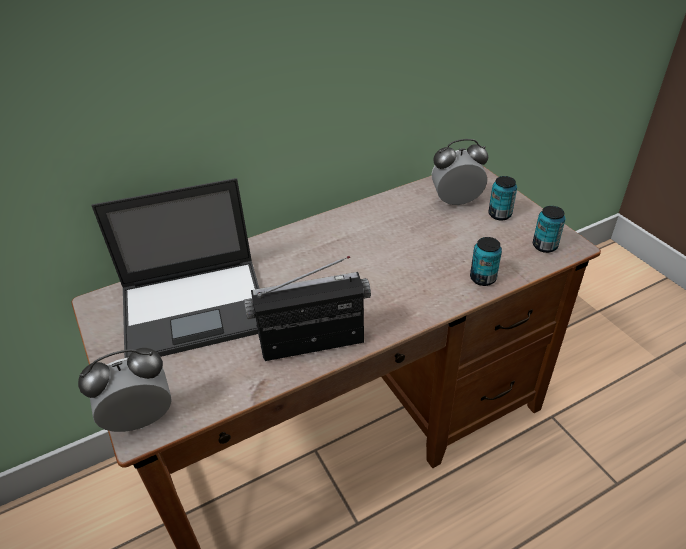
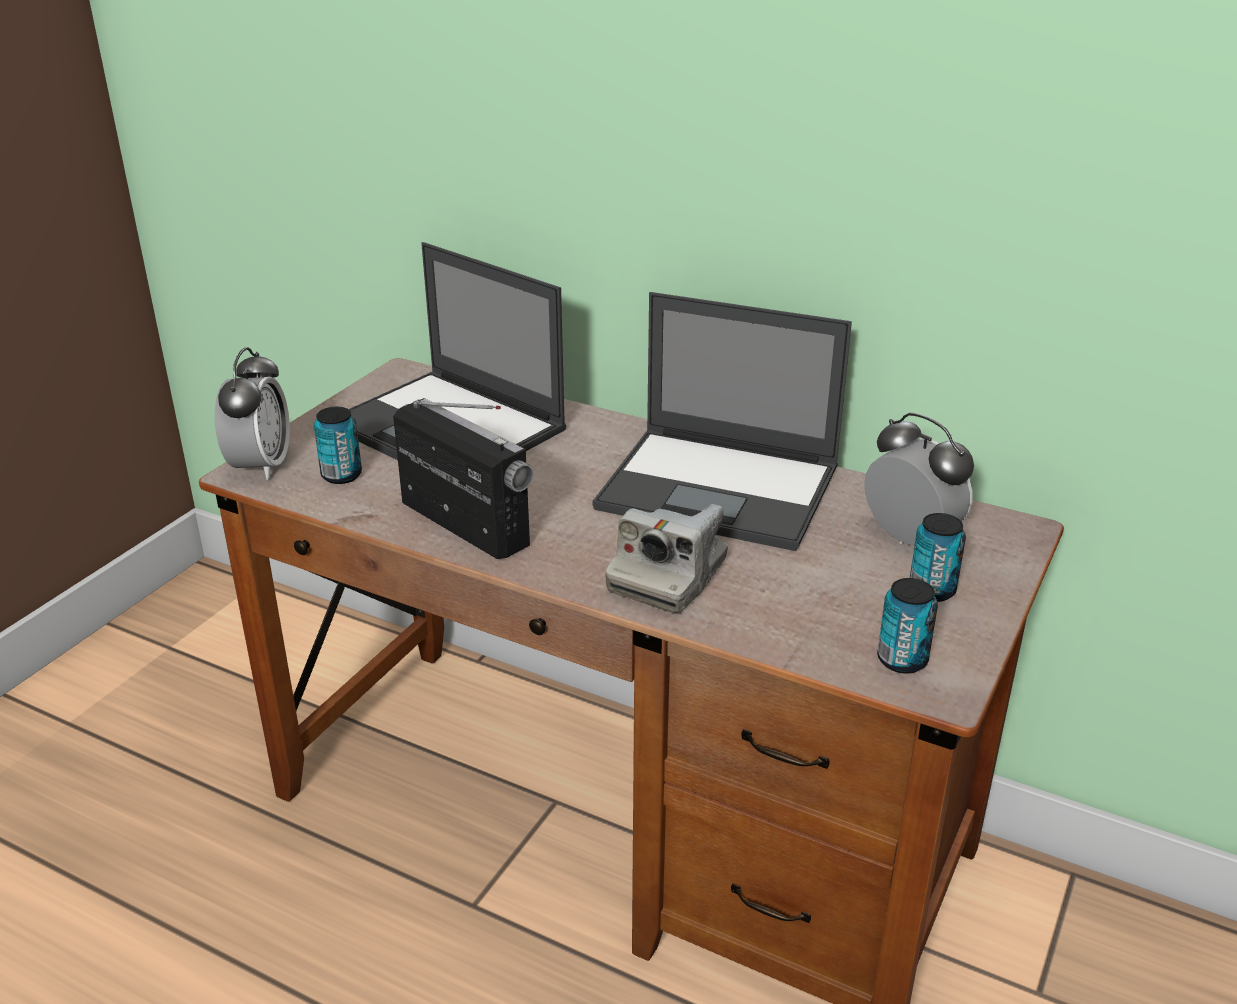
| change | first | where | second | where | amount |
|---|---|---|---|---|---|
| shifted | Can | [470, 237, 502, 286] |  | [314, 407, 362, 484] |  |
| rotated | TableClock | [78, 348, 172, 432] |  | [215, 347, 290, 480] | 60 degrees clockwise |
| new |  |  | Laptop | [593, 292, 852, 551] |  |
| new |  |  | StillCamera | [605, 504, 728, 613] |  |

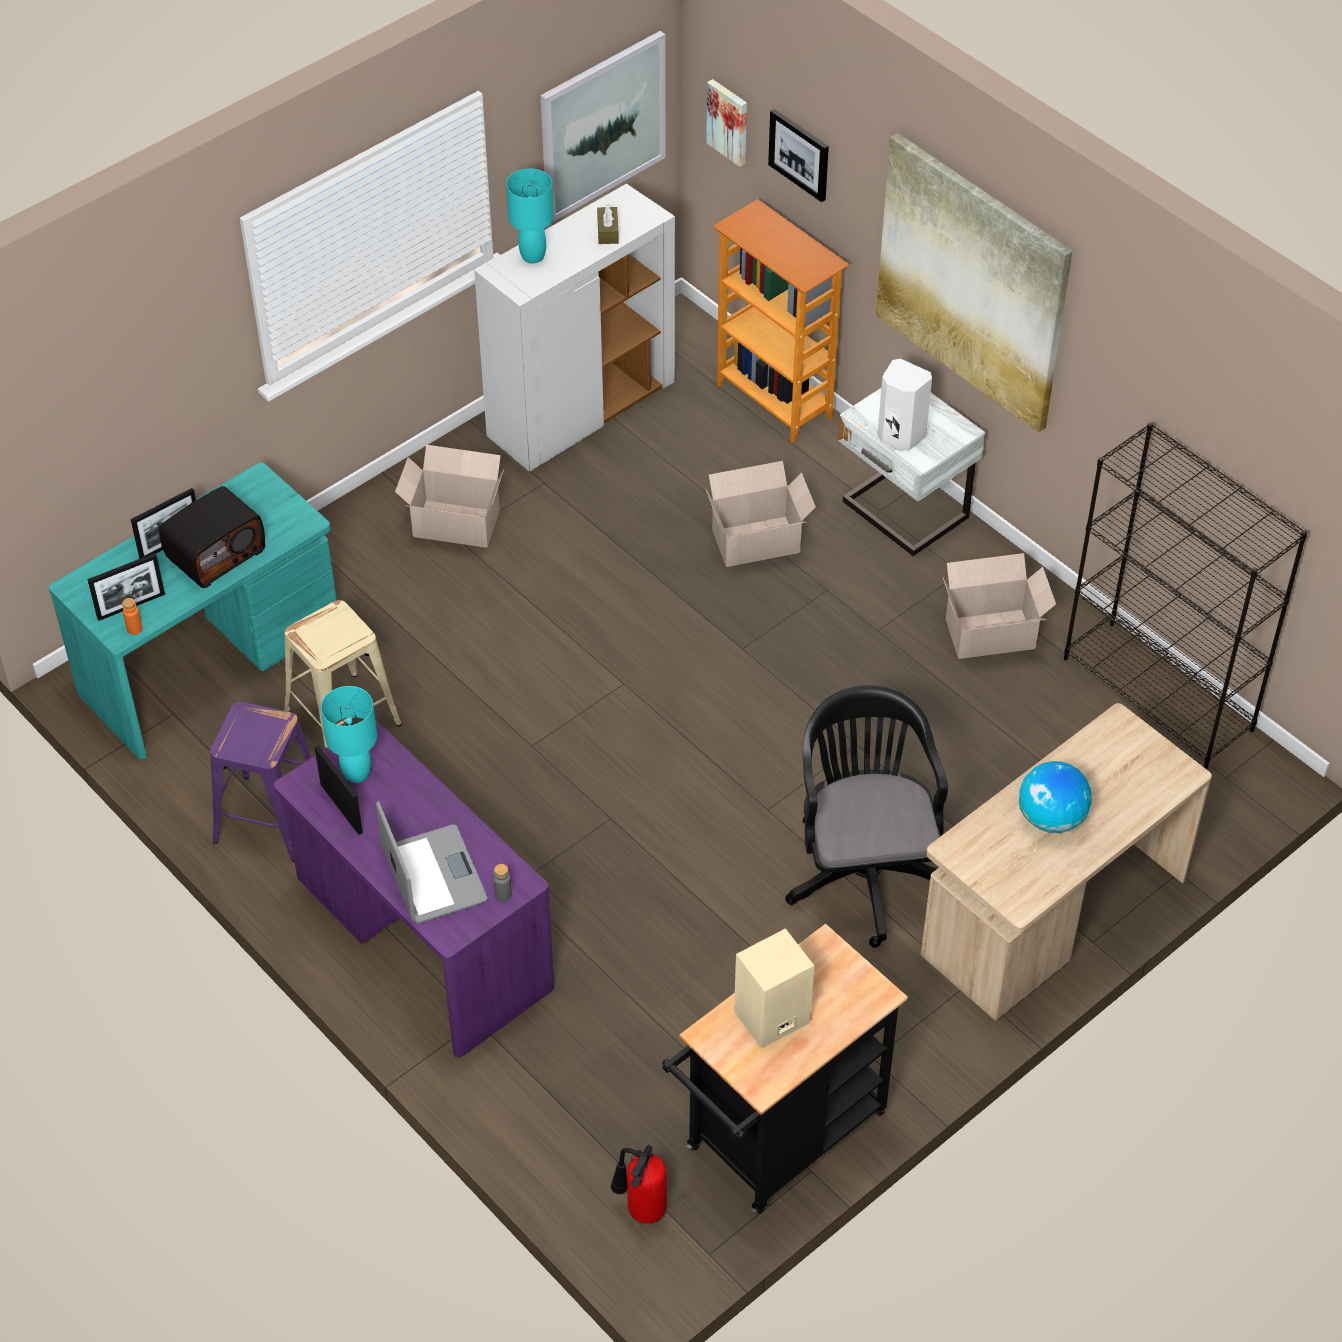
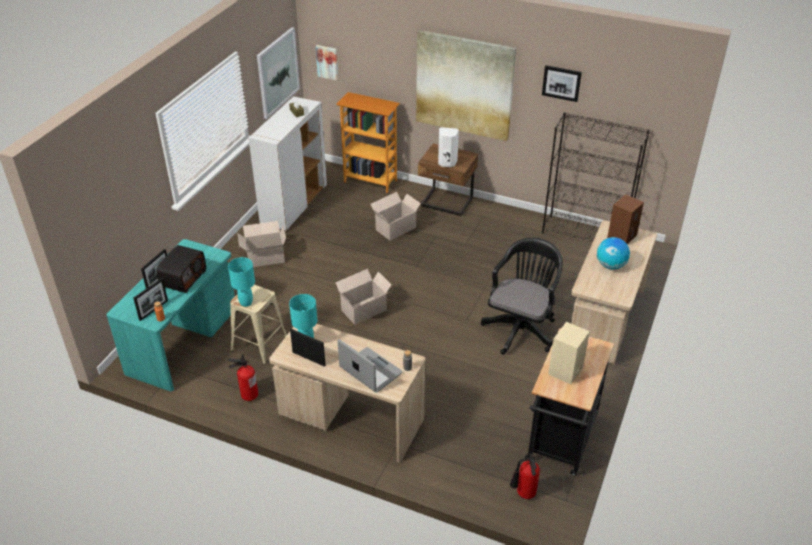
| change | first | where | second | where | amount |
|---|---|---|---|---|---|
| shifted | WallPicture | [768, 109, 829, 202] |  | [542, 65, 582, 102] |  |
| shifted | BlueGreenTabletopLamp | [506, 169, 554, 263] |  | [228, 257, 255, 307] |  |
| repainted | WhiteColouredNightstand | [838, 388, 985, 556] | BrownColouredNightstand | [418, 143, 478, 216] |  |
| shifted | Carton | [943, 553, 1056, 659] |  | [335, 269, 392, 325] |  |
| rotated | BlackishDeskChair | [785, 685, 948, 948] |  | [481, 238, 563, 355] | 60 degrees clockwise |
| swapped | PurpleStoolSeat | [210, 702, 311, 862] | FireExtinguisher | [228, 355, 258, 401] |  |
| repainted | PurpleDesk | [273, 720, 554, 1058] | BeigeDesk | [269, 324, 425, 462] |  |
| new |  |  | BrownColouredSpeaker | [607, 194, 644, 244] |  |

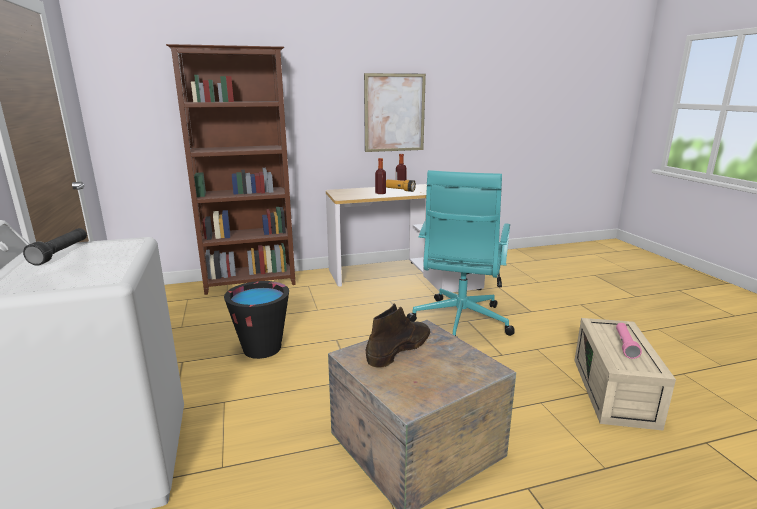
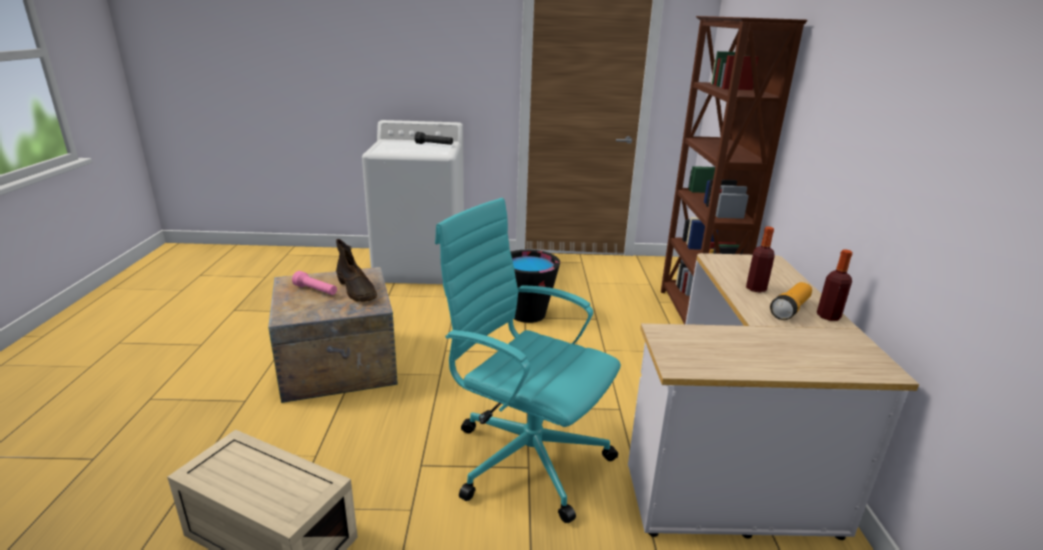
| change | first | where | second | where | amount |
|---|---|---|---|---|---|
| gone | WallPicture | [364, 73, 426, 152] |  |  |  |
| shifted | PinkFlashlight | [616, 323, 642, 359] |  | [292, 271, 337, 295] |  |

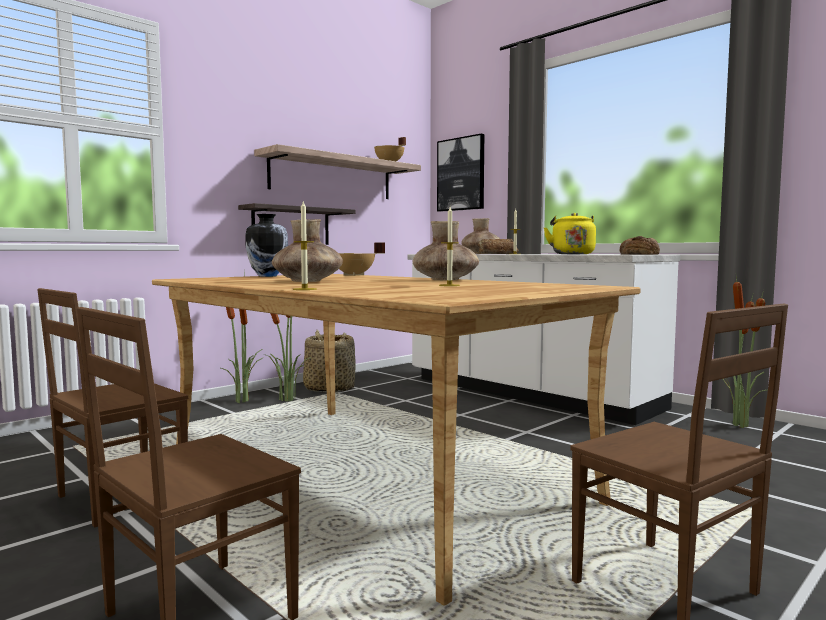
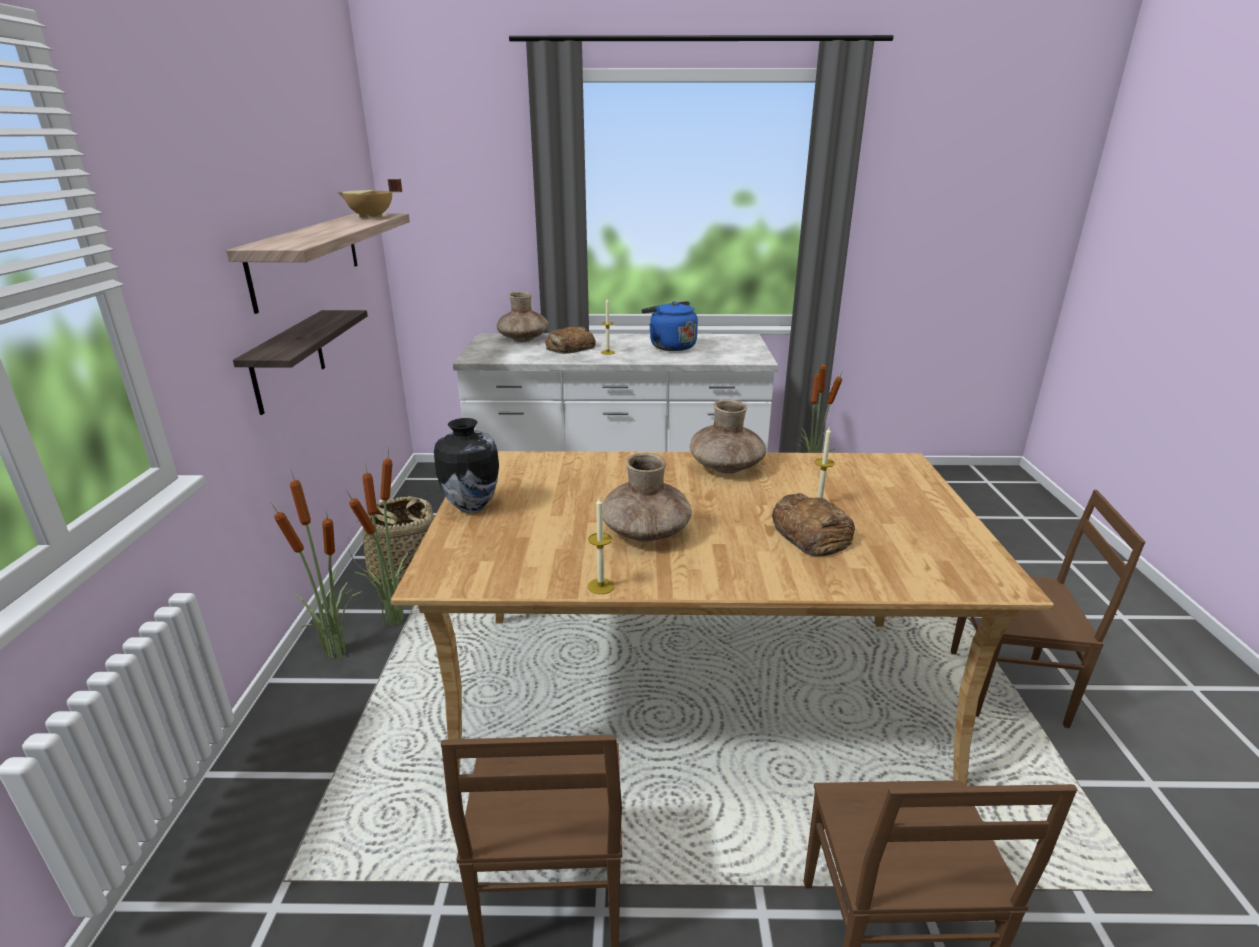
| change | first | where | second | where | amount |
|---|---|---|---|---|---|
| gone | WallPicture | [437, 134, 484, 212] |  |  |  |
| shifted | WaxLight | [293, 202, 316, 290] |  | [588, 497, 615, 594] |  |
| repainted | YellowishTeaKettle | [544, 213, 596, 254] | BlueColouredTeaKettle | [641, 301, 698, 351] |  |
| shifted | BakedBread | [619, 236, 660, 255] |  | [772, 493, 855, 557] |  |
| gone | BeigeSaucepot | [339, 242, 385, 276] |  |  |  |

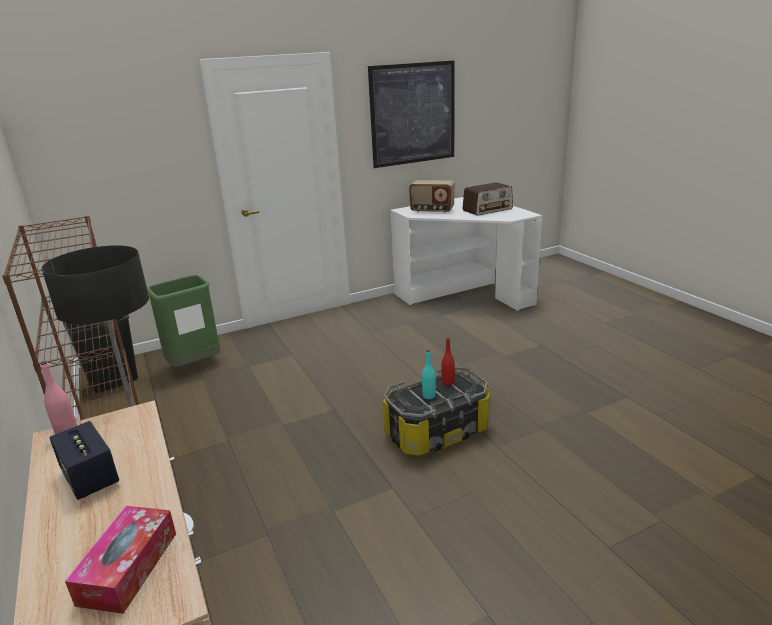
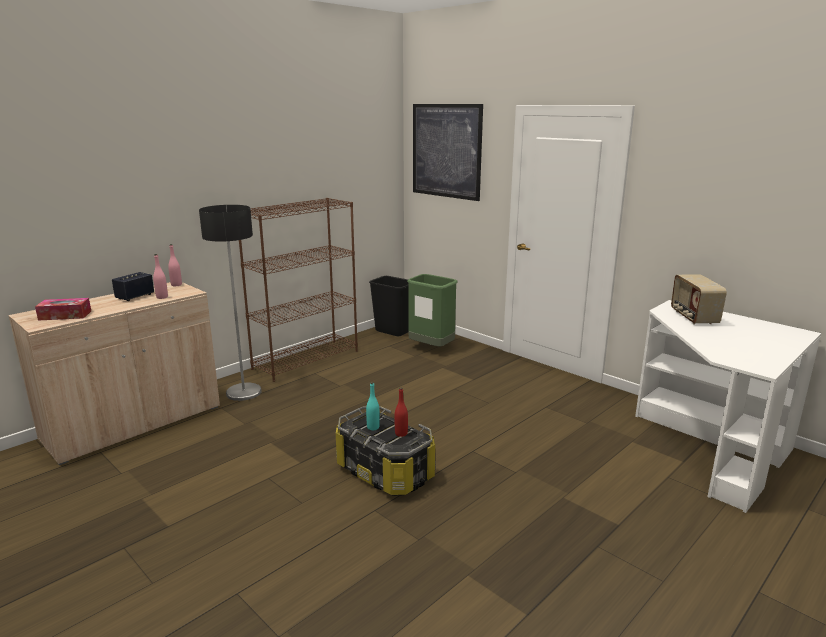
| change | first | where | second | where | amount |
|---|---|---|---|---|---|
| shifted | WallPicture | [368, 60, 454, 168] |  | [413, 104, 483, 201] |  |
| gone | RadioReceiver | [462, 182, 513, 216] |  |  |  |
| new |  |  | PinkBottle | [153, 254, 168, 299] |  |

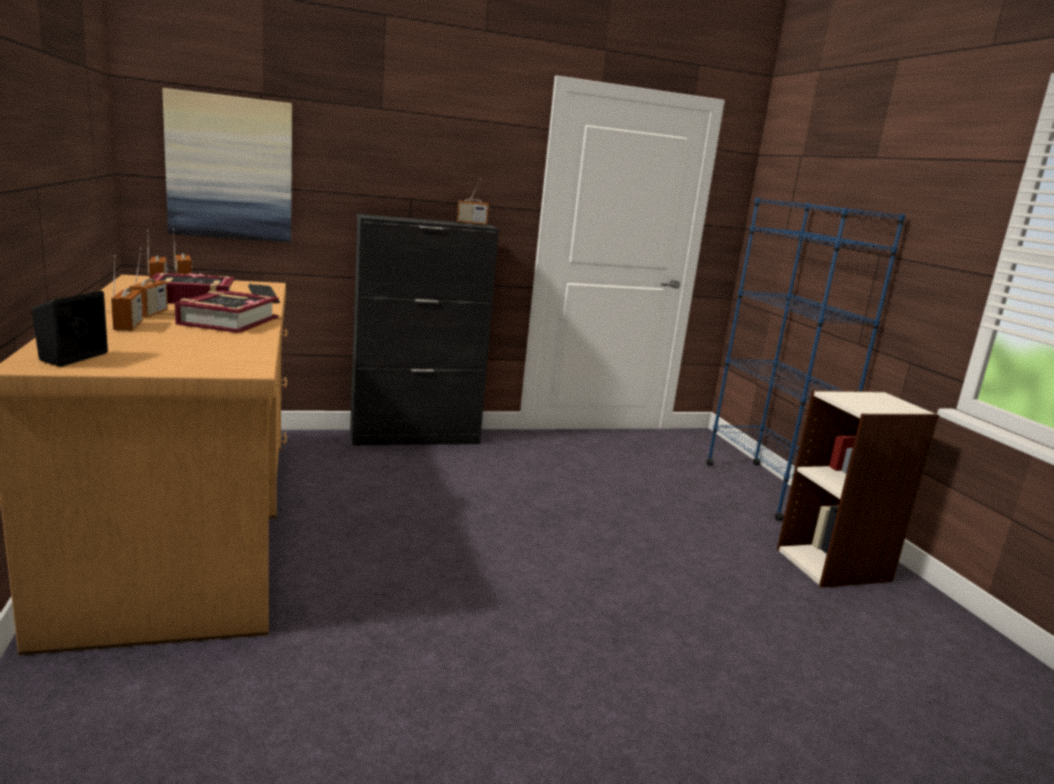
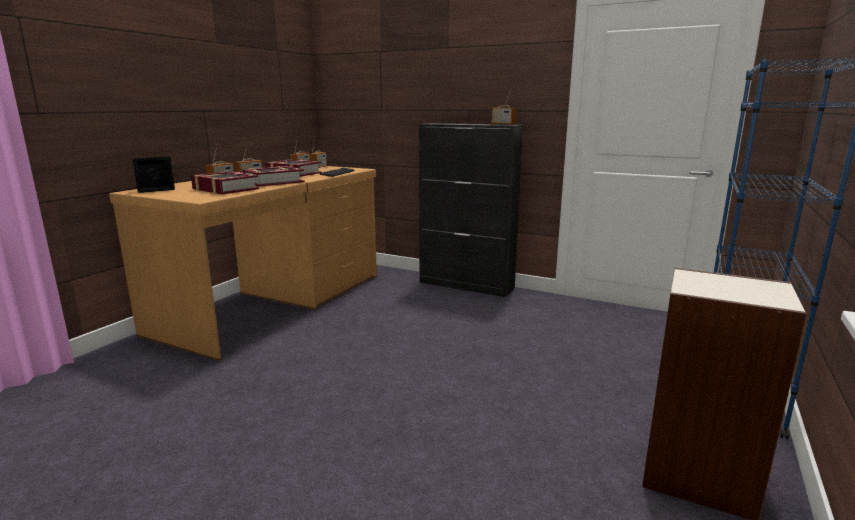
| change | first | where | second | where | amount |
|---|---|---|---|---|---|
| gone | WallPicture | [162, 88, 292, 242] |  |  |  |
| new |  |  | Book | [191, 171, 259, 195] |  |

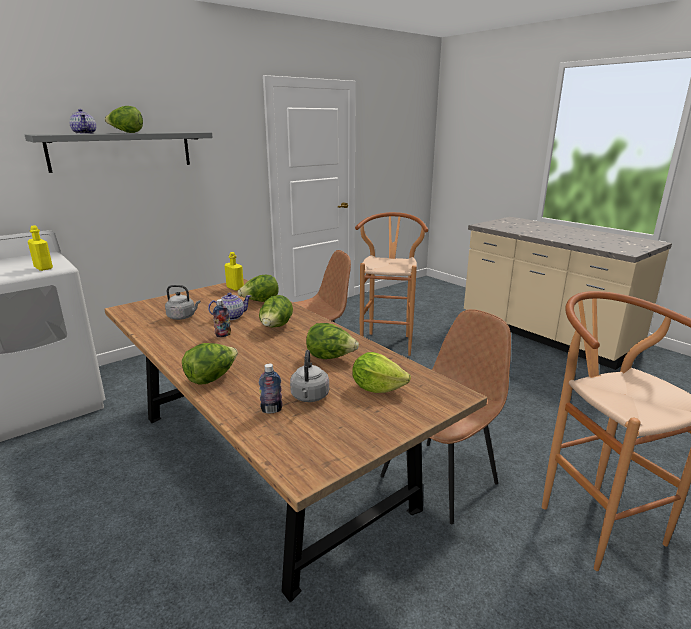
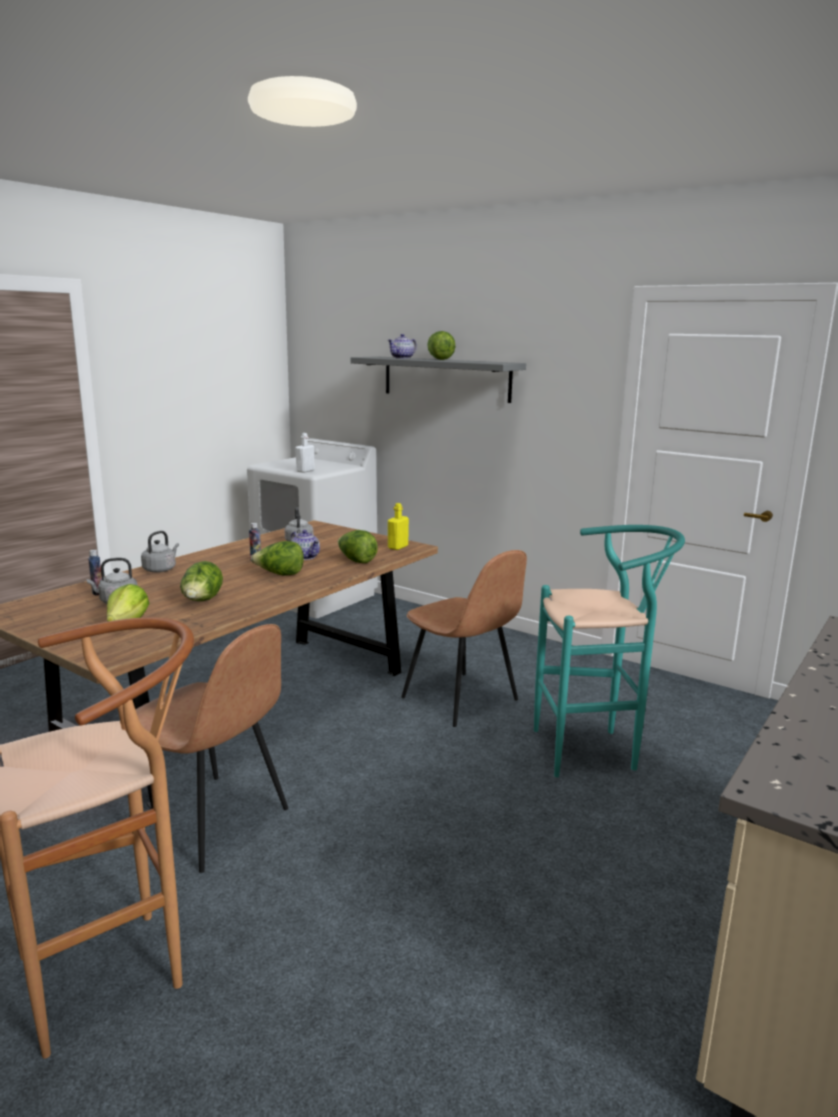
| change | first | where | second | where | amount |
|---|---|---|---|---|---|
| repainted | BrownColouredStoolSeat | [355, 212, 428, 356] | BlueGreenStoolSeat | [534, 525, 685, 777] |  |
| repainted | YellowishBottle | [28, 225, 53, 271] | WhiteColouredBottle | [295, 433, 315, 473] |  |
| swapped | Lettuce | [182, 343, 238, 385] | GrayTeaKettle | [141, 531, 179, 573] |  |

